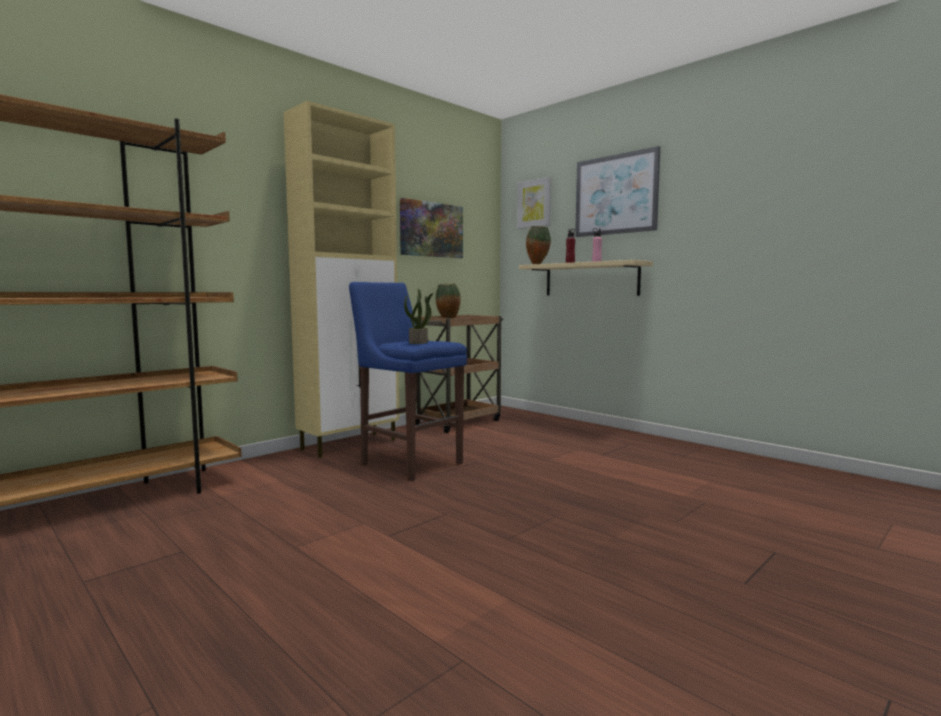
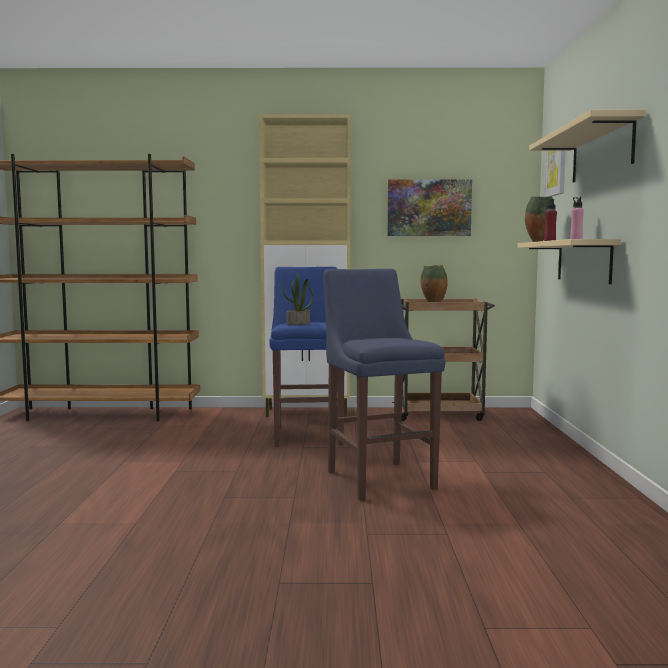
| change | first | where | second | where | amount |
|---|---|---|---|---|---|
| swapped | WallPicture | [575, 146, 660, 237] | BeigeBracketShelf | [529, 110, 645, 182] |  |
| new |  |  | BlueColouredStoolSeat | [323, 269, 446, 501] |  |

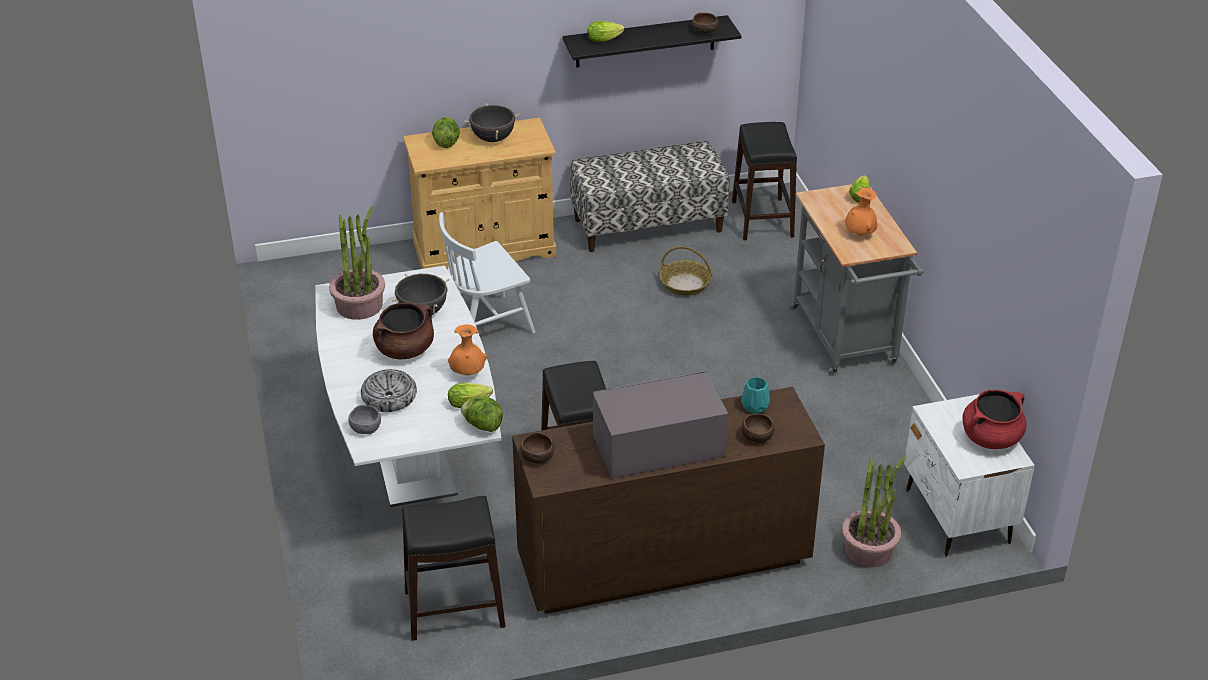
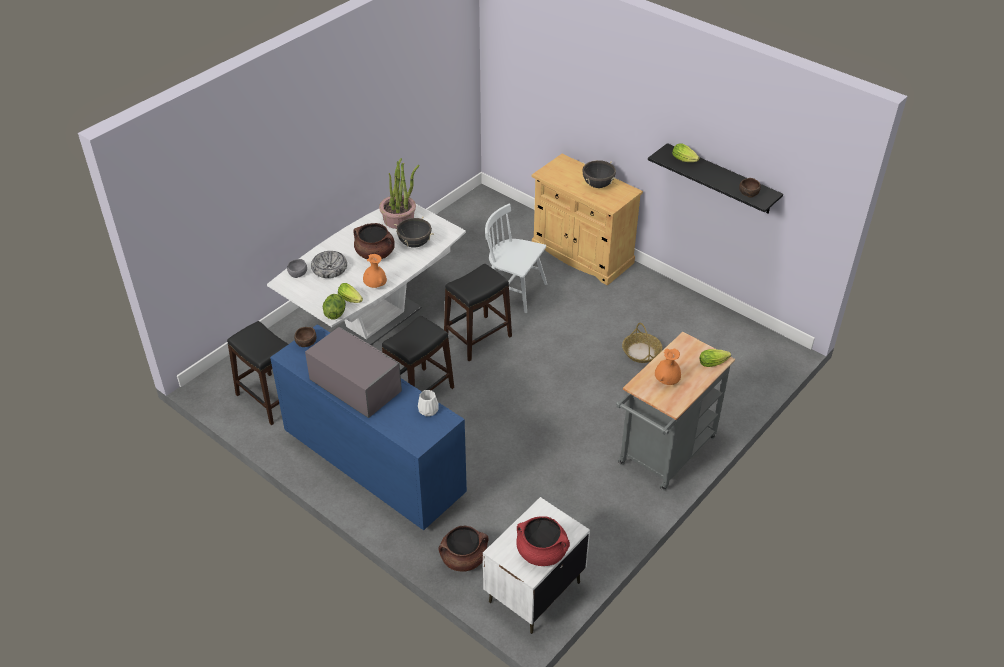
| change | first | where | second | where | amount |
|---|---|---|---|---|---|
| gone | Lettuce | [432, 117, 460, 148] |  |  |  |
| shifted | BlackishStoolSeat | [732, 122, 797, 240] |  | [444, 264, 512, 362] |  |
| gone | LongSeat | [570, 141, 730, 252] |  |  |  |
| repainted | BlueGreenDecorativeVase | [741, 377, 770, 414] | WhiteColouredDecorativeVase | [418, 390, 439, 416] |  |
| repainted | BrownColouredDresser | [512, 387, 825, 614] | BlueColouredDresser | [270, 324, 467, 530] |  |
| gone | BrownColouredServingBowl | [742, 414, 774, 444] |  |  |  |
| swapped | PottedPlant | [842, 456, 906, 567] | BrownColouredSaucepot | [439, 526, 489, 572] |  |

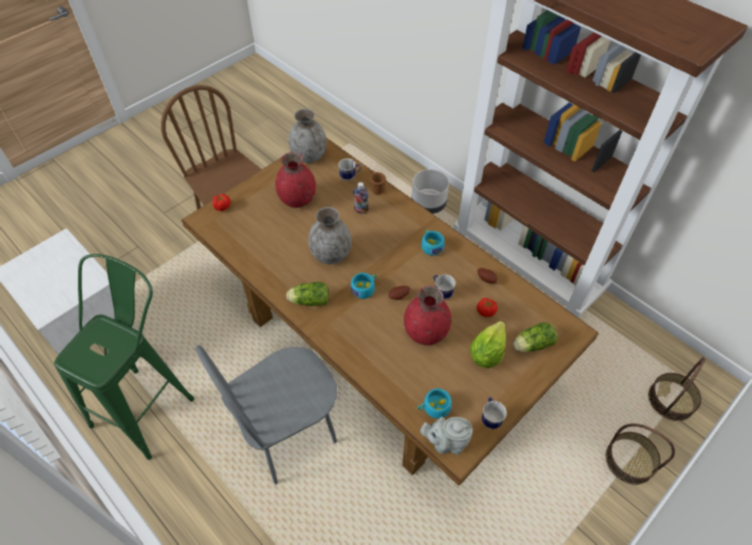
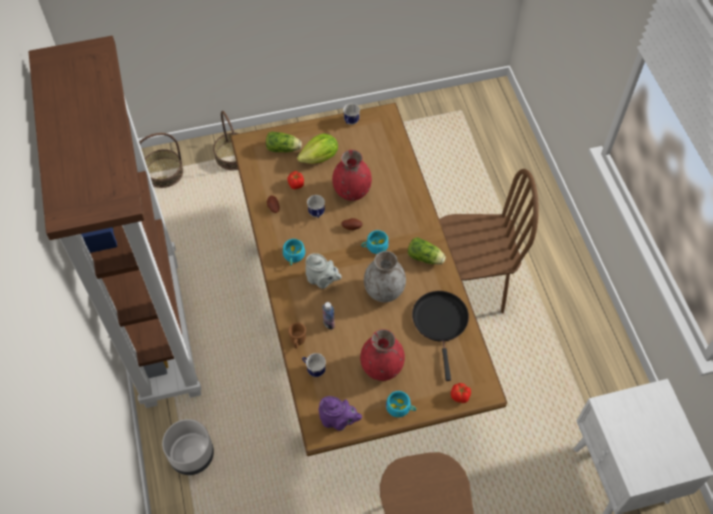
| change | first | where | second | where | amount |
|---|---|---|---|---|---|
| swapped | GrayDecorativeVase | [289, 109, 327, 163] | PurplePotForTea | [319, 396, 362, 431] |  |
| gone | GreenishStoolSeat | [54, 254, 194, 460] |  |  |  |
| repainted | GrayUprightChair | [195, 345, 337, 485] | BrownColouredUprightChair | [439, 169, 539, 313] |  |
| shifted | BlueGreenCup | [418, 389, 452, 419] |  | [386, 391, 417, 417] |  |
| shifted | GrayPotForTea | [420, 417, 473, 454] |  | [305, 253, 342, 289] |  |
| new |  |  | BlackishPan | [412, 291, 469, 381] |  |

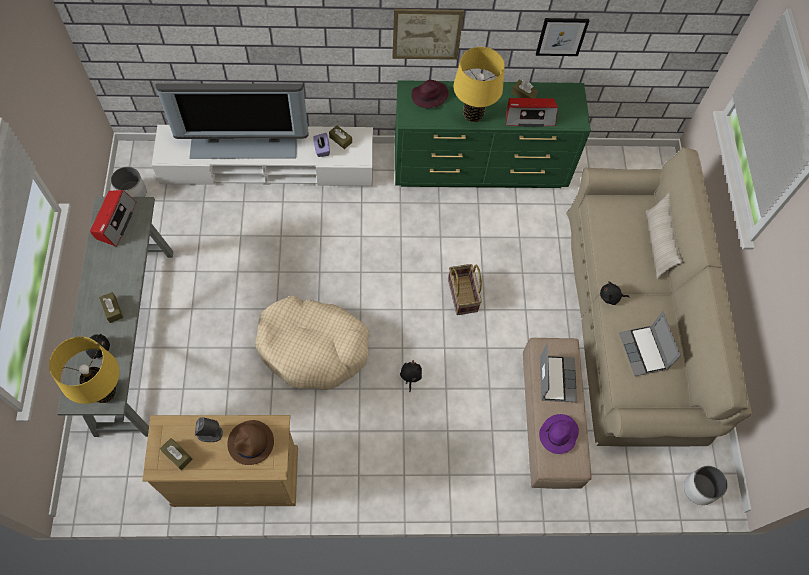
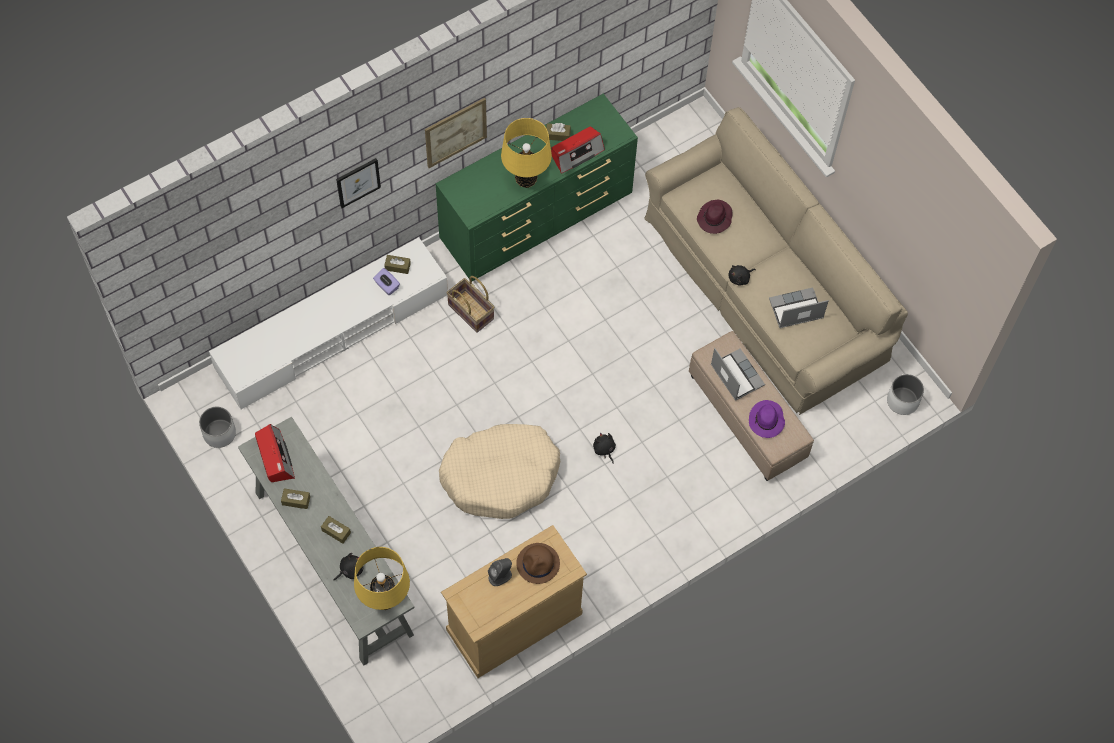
| change | first | where | second | where | amount |
|---|---|---|---|---|---|
| shifted | WallPicture | [536, 18, 590, 56] |  | [336, 158, 381, 208] |  |
| shifted | PurpleClothingHat | [411, 80, 449, 108] |  | [697, 200, 732, 234] |  |
| gone | TvSet | [155, 84, 309, 159] |  |  |  |
| gone | BeigePillow | [646, 193, 682, 279] |  |  |  |
| shifted | StorageBasket | [448, 264, 482, 315] |  | [447, 276, 495, 333] |  |
| rotated | Laptop | [619, 311, 681, 376] |  | [769, 287, 829, 328] | 120 degrees clockwise |
| shifted | BrownColouredTissueHolder | [160, 438, 193, 470] |  | [281, 489, 310, 509] |  |

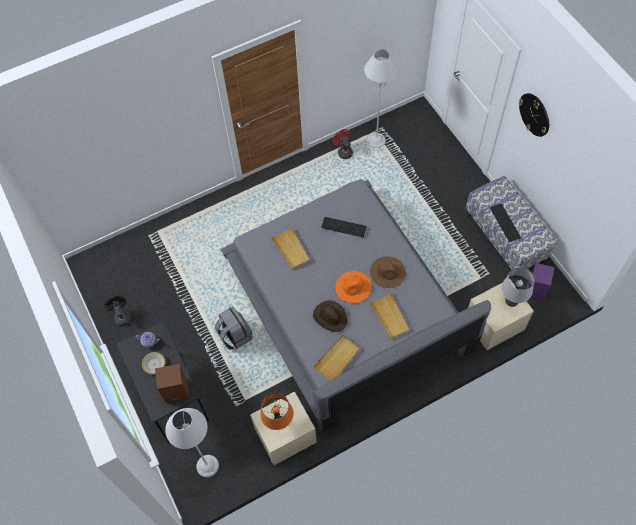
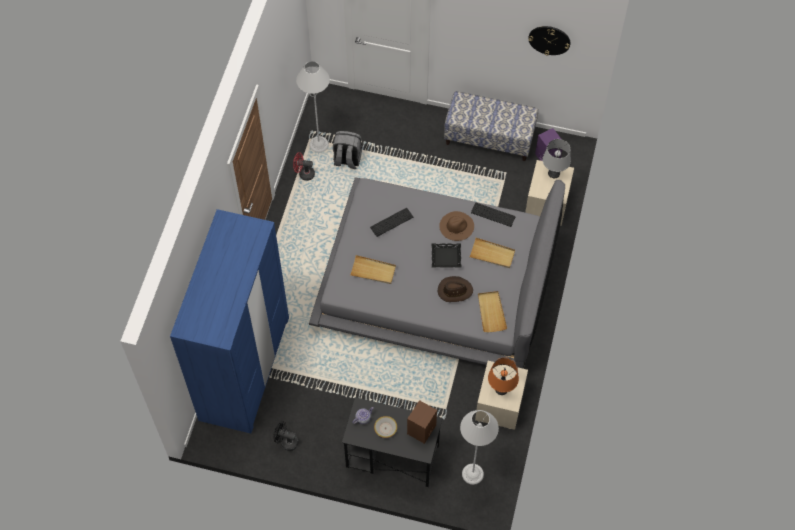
| change | first | where | second | where | amount |
|---|---|---|---|---|---|
| shifted | HangingClock | [518, 93, 549, 137] |  | [528, 26, 570, 56] |  |
| shifted | ComputerKeyboard | [490, 203, 521, 242] |  | [471, 202, 516, 227] |  |
| swapped | OrangeColouredClothingHat | [335, 271, 372, 303] | BlackishTray | [431, 243, 462, 268] |  |
| shifted | GrayBackpack | [215, 306, 253, 350] |  | [333, 131, 362, 169] |  |
| new |  |  | BlueColouredWardrobe | [170, 209, 289, 433] |  |

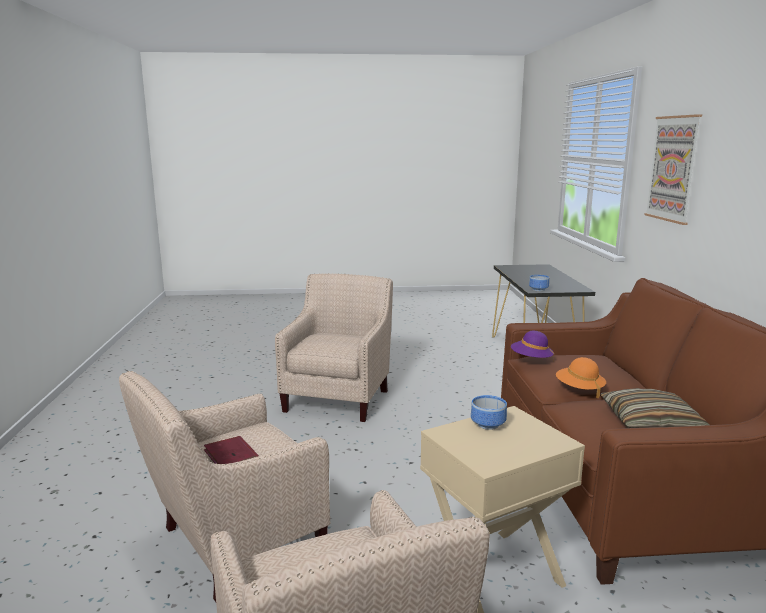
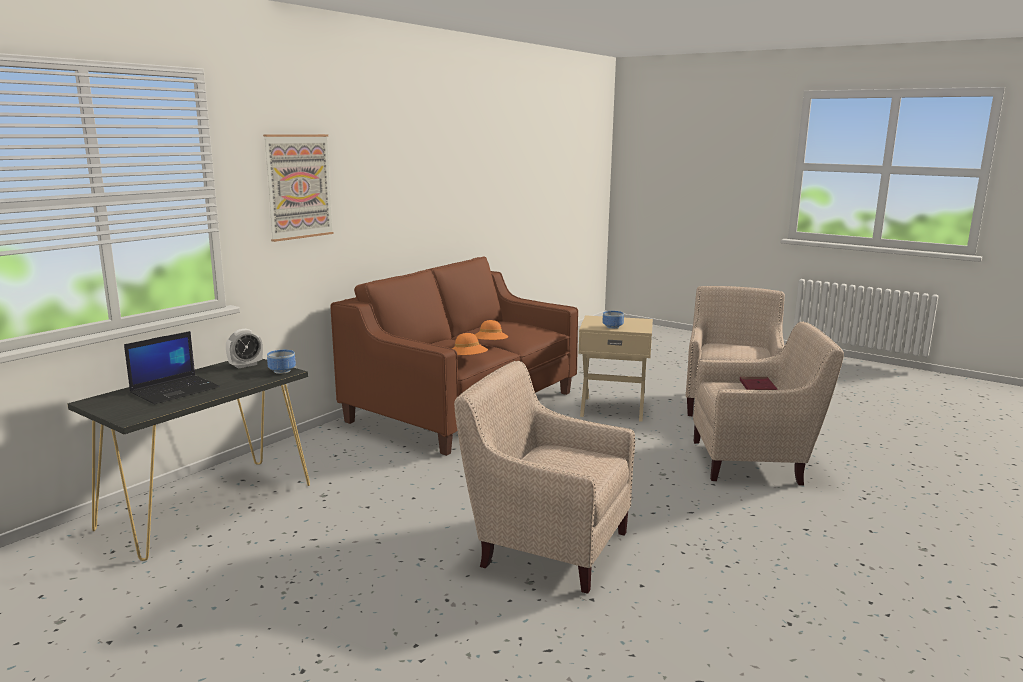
| change | first | where | second | where | amount |
|---|---|---|---|---|---|
| rotated | BeigeEasyChair | [275, 273, 393, 422] |  | [454, 361, 635, 594] | 60 degrees clockwise |
| repainted | PurpleClothingHat | [511, 331, 554, 362] | OrangeColouredClothingHat | [452, 333, 488, 355] |  |
| gone | Pillow | [600, 388, 709, 428] |  |  |  |
| new |  |  | TableClock | [226, 329, 263, 369] |  |
| new |  |  | Laptop | [124, 331, 220, 404] |  |

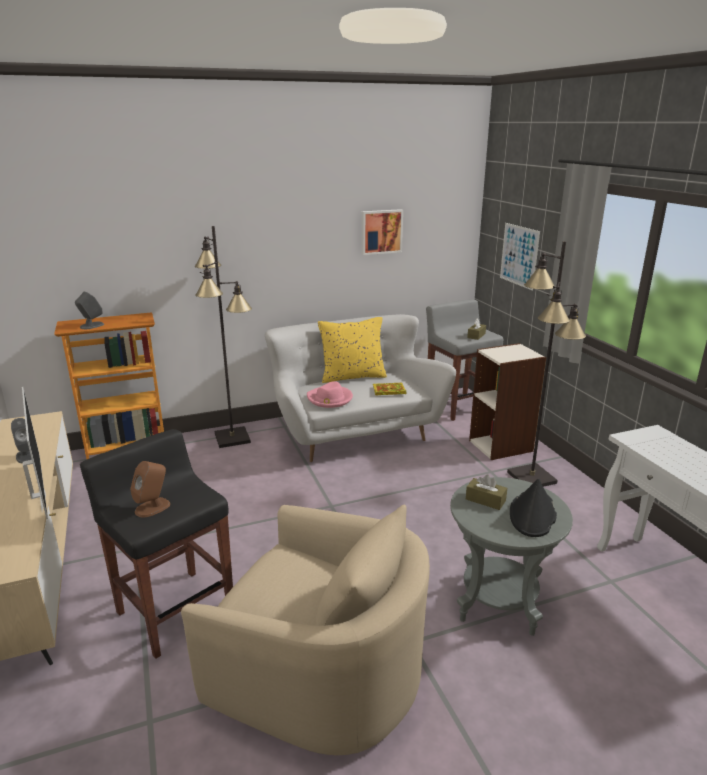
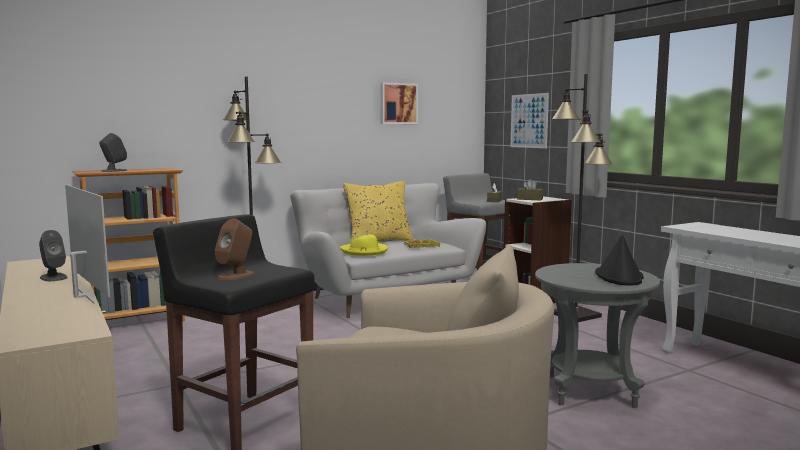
| change | first | where | second | where | amount |
|---|---|---|---|---|---|
| repainted | PinkClothingHat | [307, 381, 353, 408] | YellowishClothingHat | [340, 234, 388, 256] |  |
| shifted | BrownColouredTissueHolder | [466, 475, 507, 510] |  | [517, 179, 543, 201] |  |

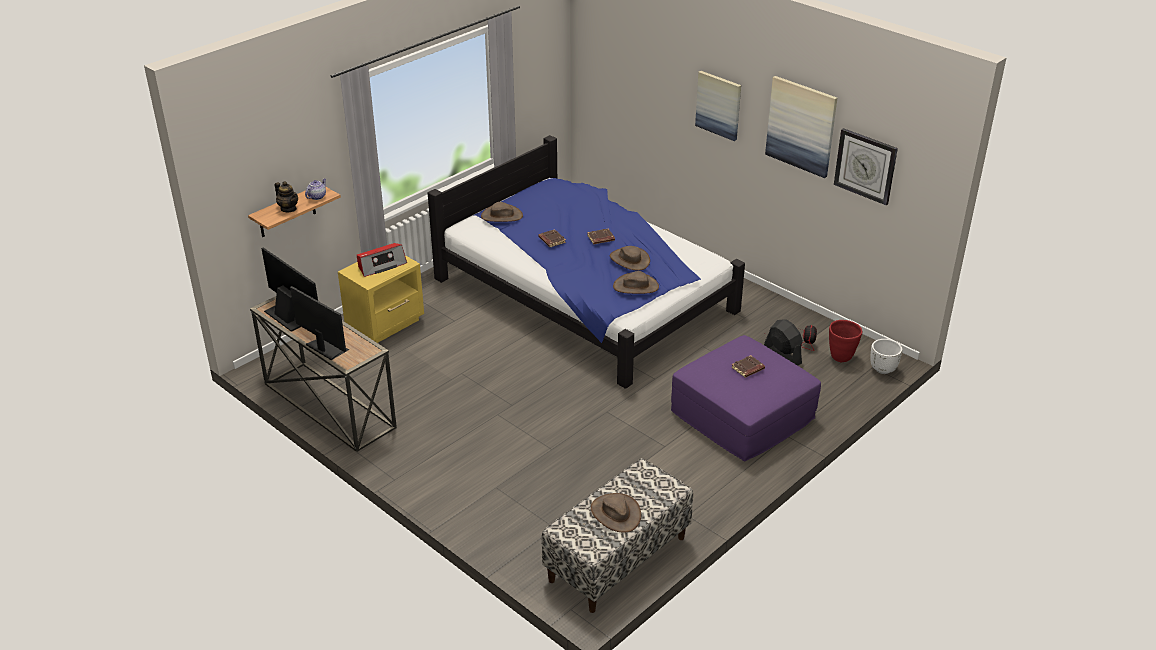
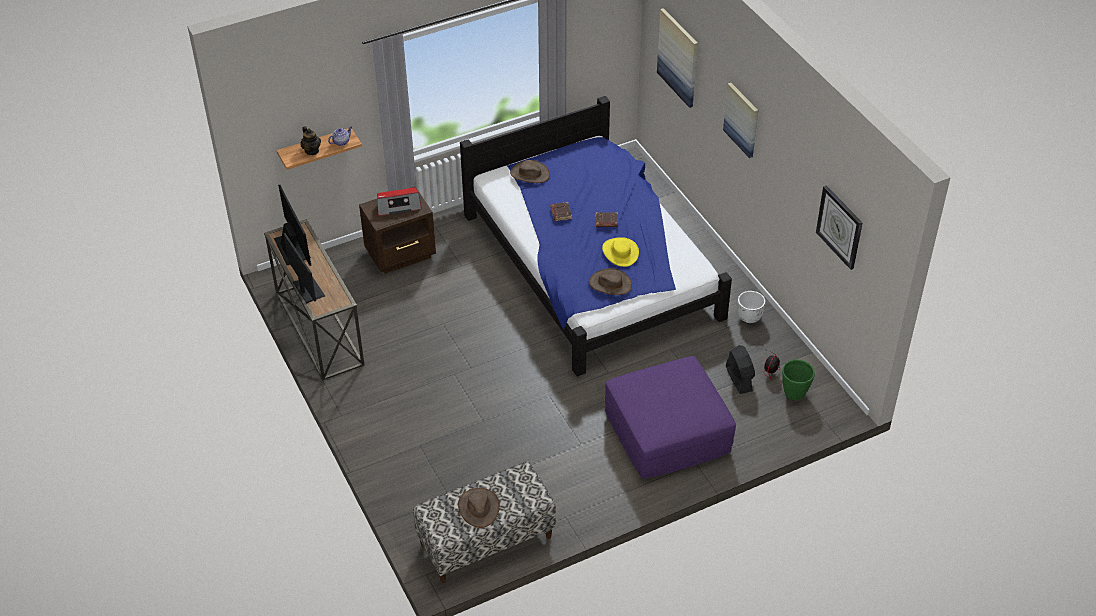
| change | first | where | second | where | amount |
|---|---|---|---|---|---|
| shifted | WallPicture | [765, 76, 837, 178] |  | [657, 8, 698, 108] |  |
| repainted | BrownColouredClothingHat | [610, 246, 650, 271] | YellowishClothingHat | [602, 237, 639, 267] |  |
| repainted | YellowishNightstand | [338, 255, 424, 343] | BrownColouredNightstand | [359, 186, 436, 274] |  |
| repainted | RedPlanter | [829, 320, 862, 362] | GreenishPlanter | [782, 359, 815, 400] |  |
| shifted | WhiteColouredPlanter | [870, 339, 902, 374] |  | [737, 291, 766, 323] |  |
| gone | BrownColouredBook | [731, 355, 765, 378] |  |  |  |

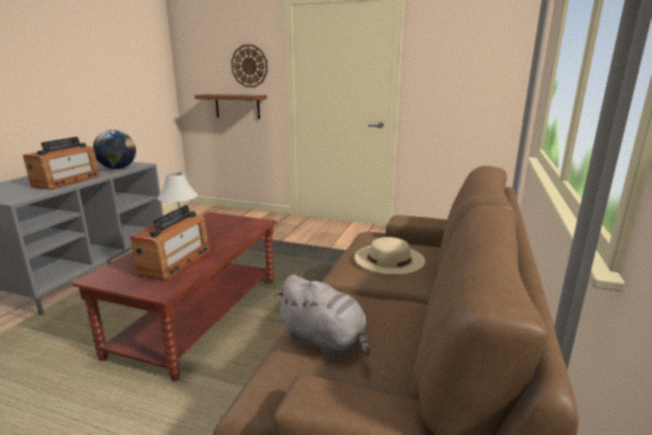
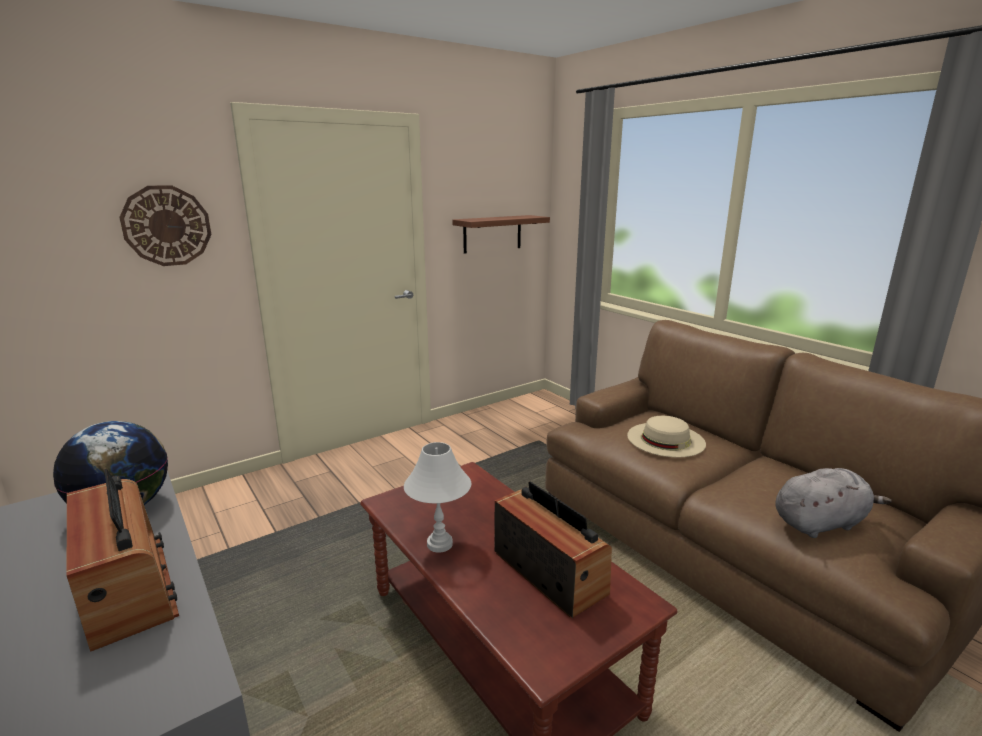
| change | first | where | second | where | amount |
|---|---|---|---|---|---|
| shifted | BracketShelf | [195, 94, 267, 119] |  | [452, 215, 550, 254] |  |

